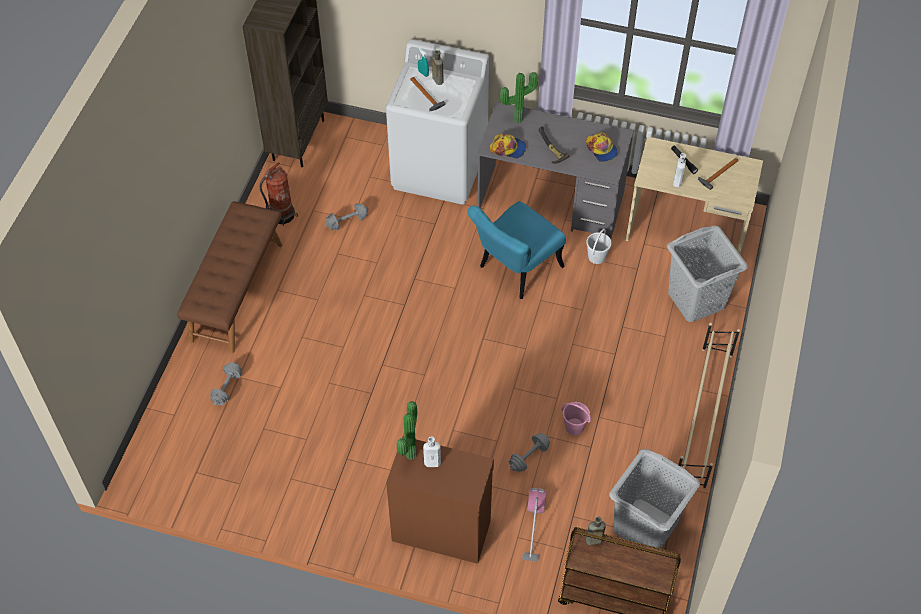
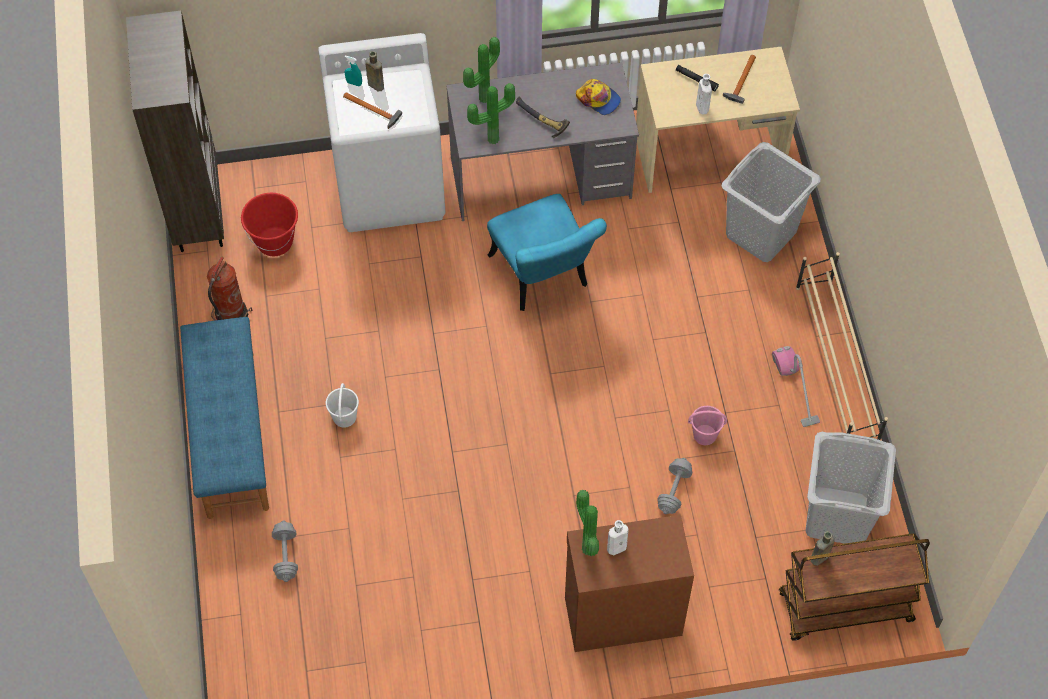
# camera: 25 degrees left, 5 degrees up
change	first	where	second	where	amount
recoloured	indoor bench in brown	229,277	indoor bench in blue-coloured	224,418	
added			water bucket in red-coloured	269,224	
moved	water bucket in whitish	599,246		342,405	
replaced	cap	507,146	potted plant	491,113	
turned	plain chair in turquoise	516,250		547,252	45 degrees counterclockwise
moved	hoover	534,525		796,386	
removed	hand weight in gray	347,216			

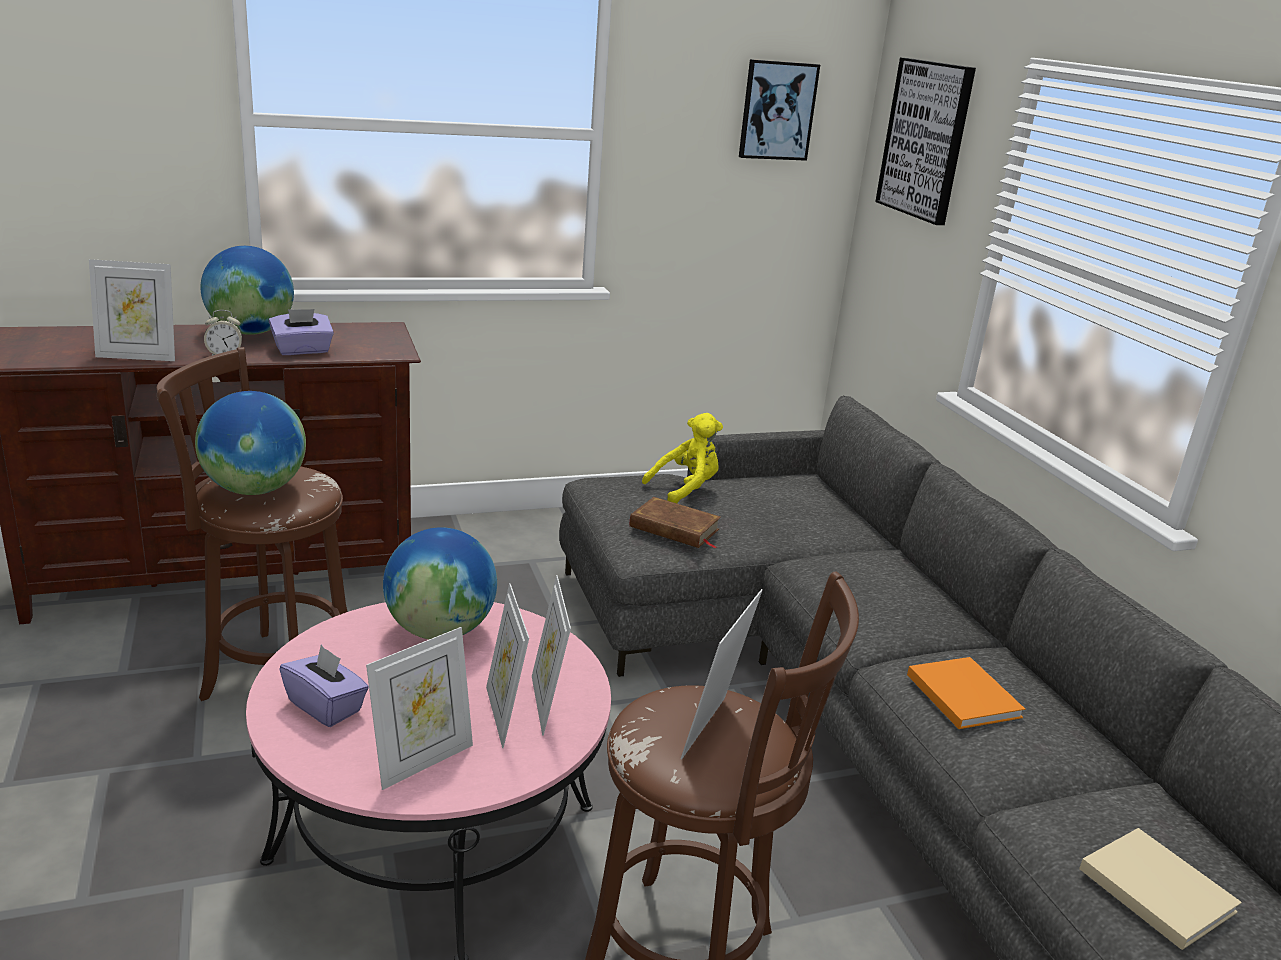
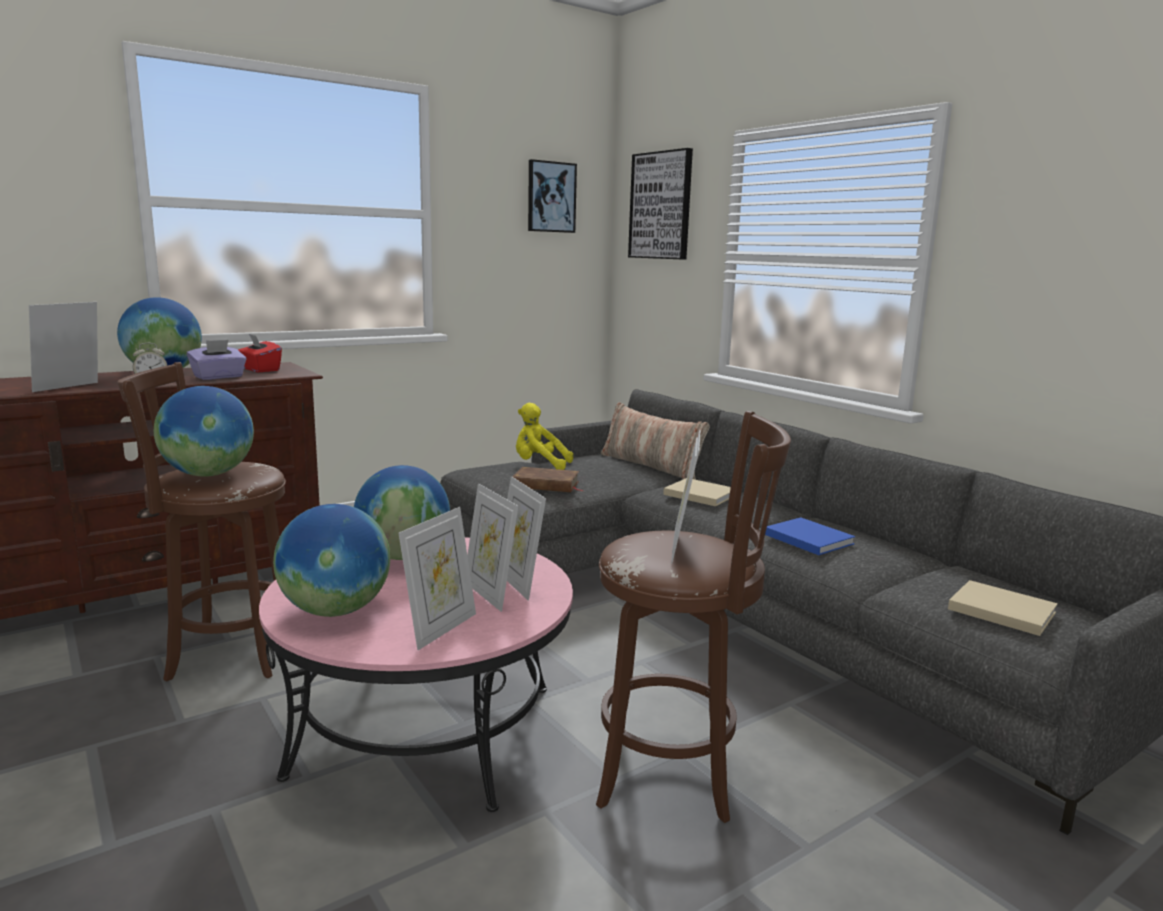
# camera: 15 degrees left, 10 degrees down
change	first	where	second	where	amount
turned	picture frame	132,310		63,347	135 degrees clockwise
added			tissue box in red-coloured	260,353	
replaced	tissue box in purple-coloured	324,686	desk globe	331,560	
turned	cuddly toy in yellow	682,458		544,436	120 degrees counterclockwise
added			pillow	655,441	
added			bound book in beige-coloured	697,492	
recoloured	bound book in orange	966,693	bound book in blue-coloured	810,536	

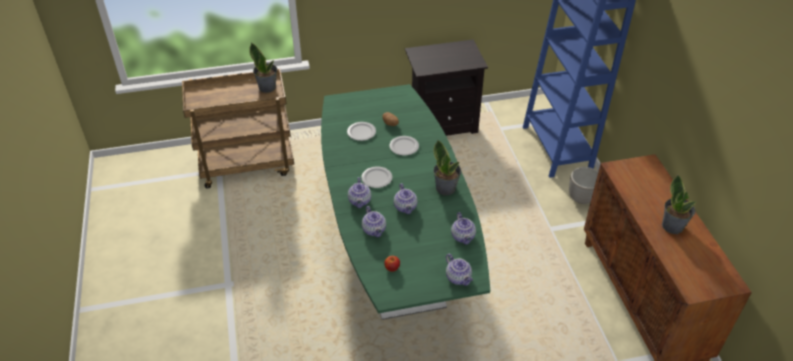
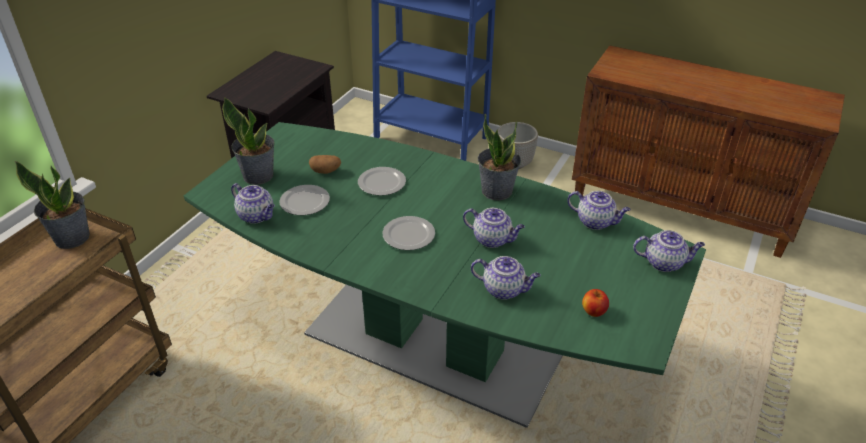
# camera: 50 degrees left, 5 degrees down
change	first	where	second	where	amount
moved	potted plant	679,204		248,141	
moved	teapot	359,192		253,203	

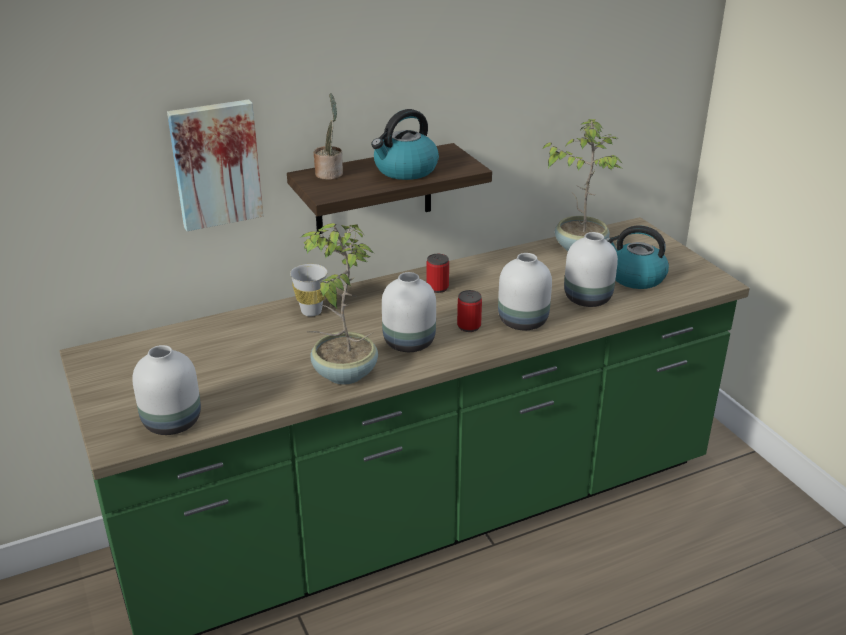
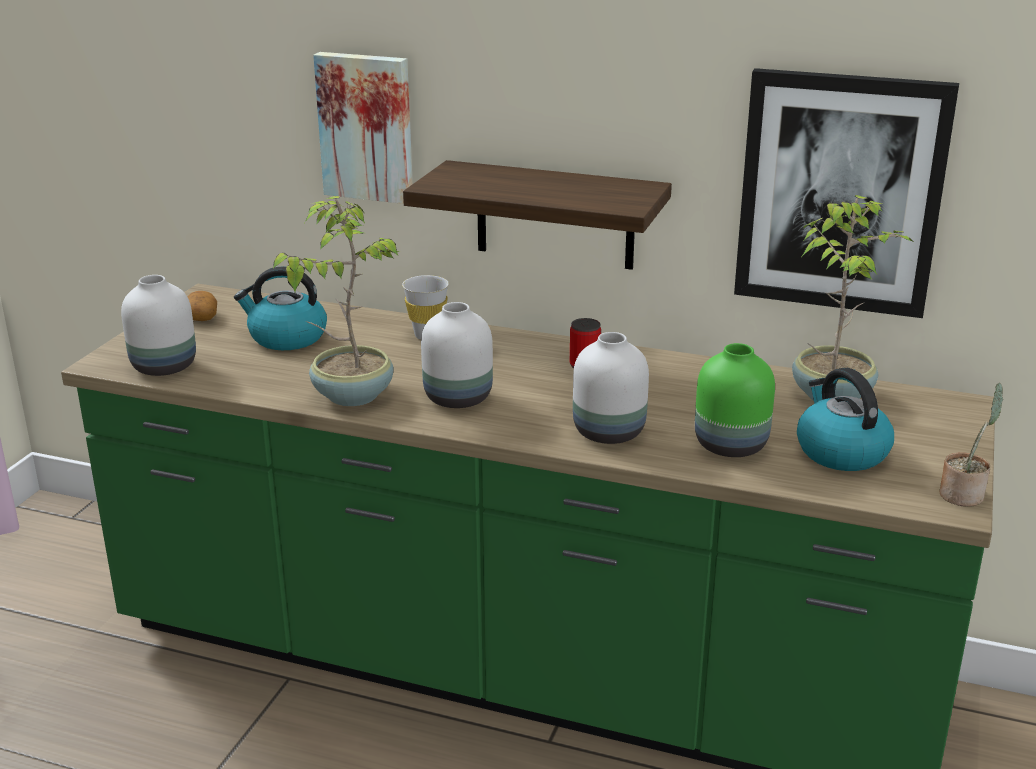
# camera: 45 degrees right, 5 degrees down
change	first	where	second	where	amount
added			spud	202,306	
moved	water kettle	405,144		280,308	
recoloured	flower vase in whitish	591,269	flower vase in greenish	735,400	
added			picture	846,193	
moved	potted plant	328,136		971,445	
removed	metal can	469,311			

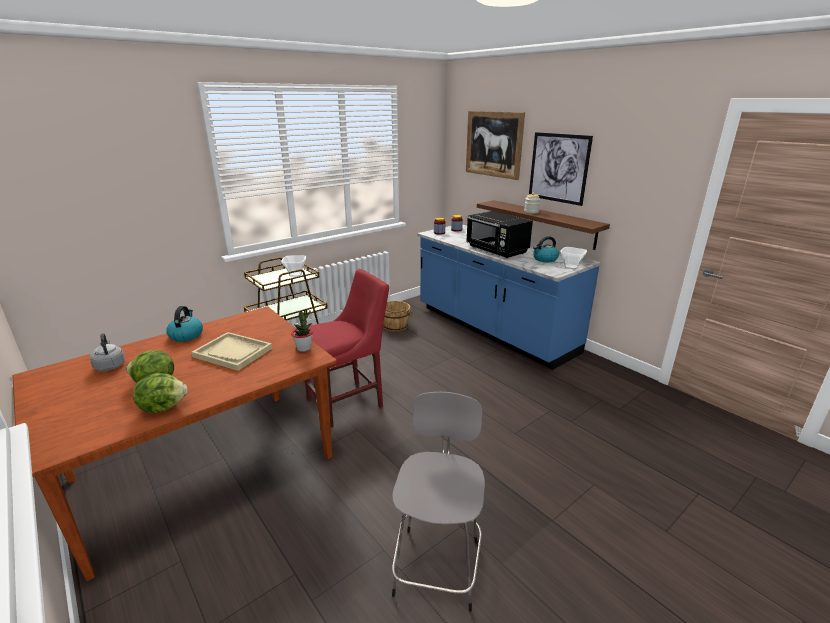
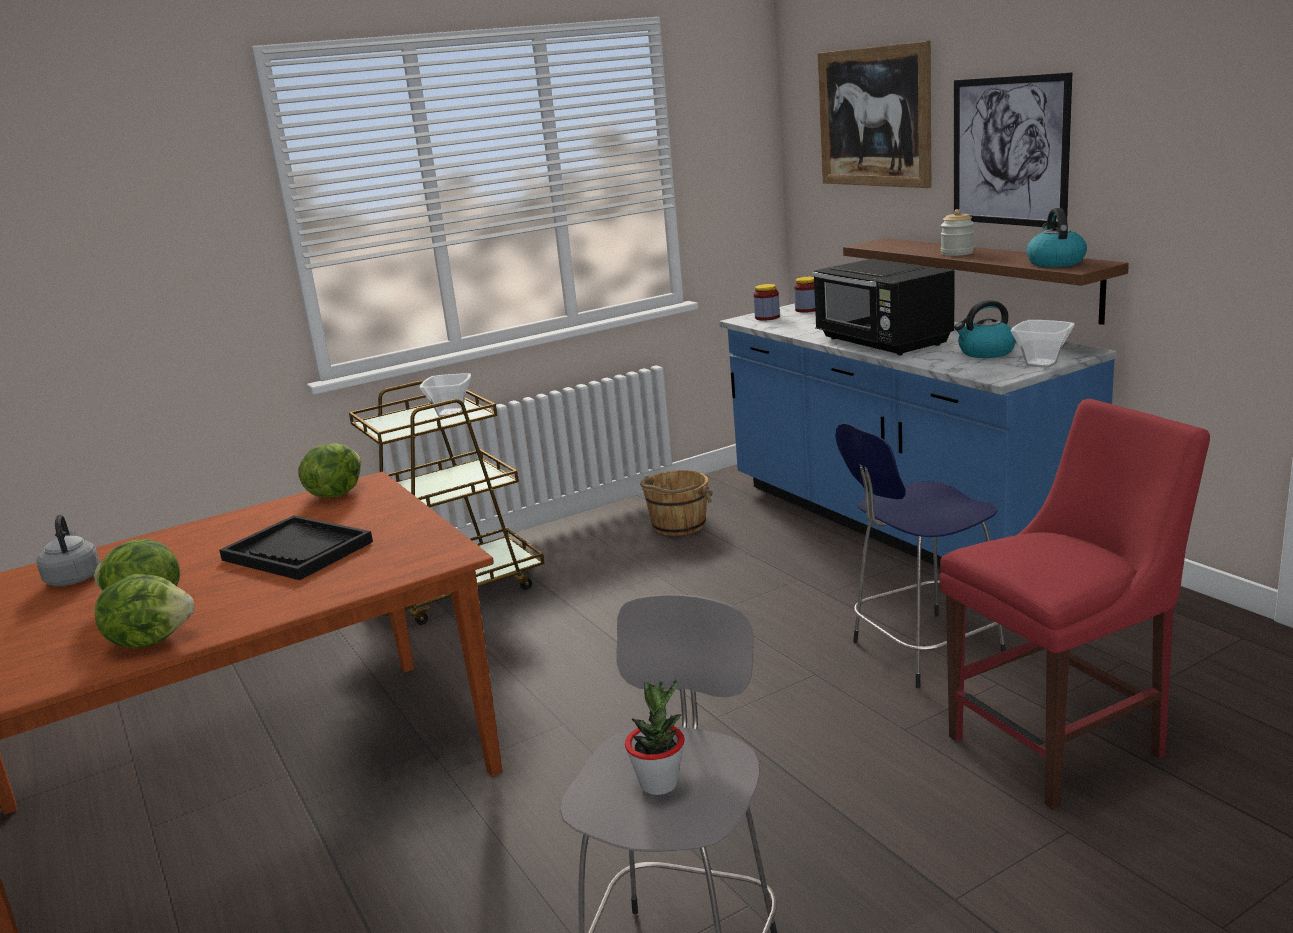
# camera: 10 degrees right, 5 degrees down
change	first	where	second	where	amount
recoloured	tray in beige-coloured	232,351	tray in black-coloured	296,547	
added			head of lettuce	329,470	
moved	potted plant	302,331		654,737	
added			stool in blue-coloured	920,555	
moved	plain chair in red-coloured	347,348		1074,604	
moved	water kettle	184,324		1056,237	

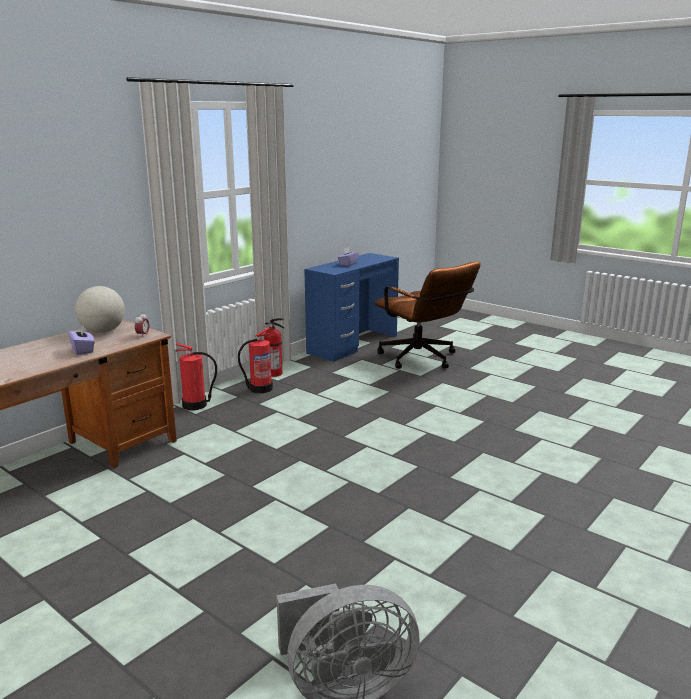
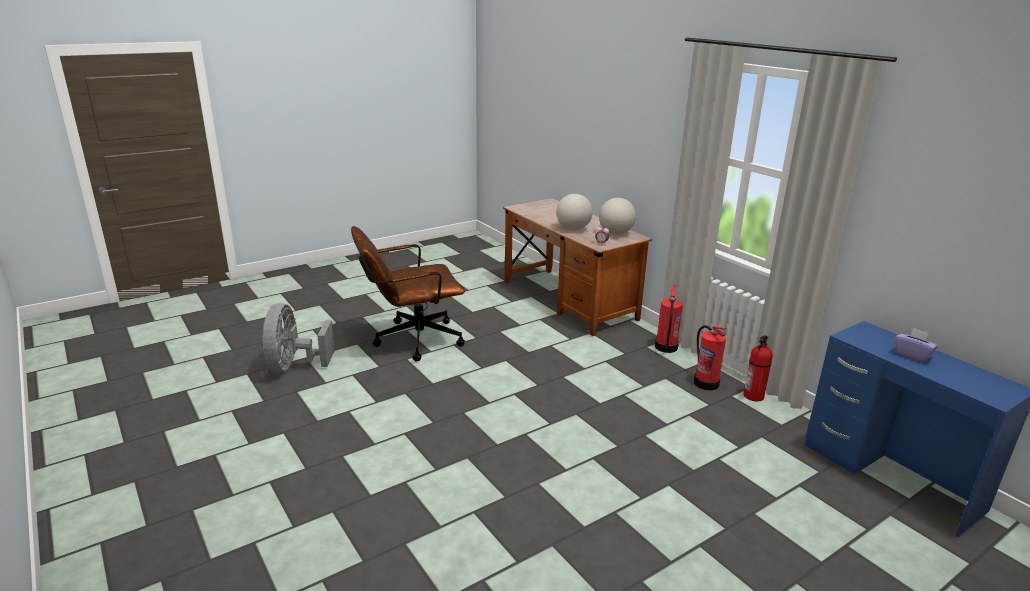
# camera: 105 degrees right, 5 degrees up
change	first	where	second	where	amount
moved	desk chair in brown	427,315		408,294	
replaced	tissue box in purple-coloured	81,340	desk globe	574,212	

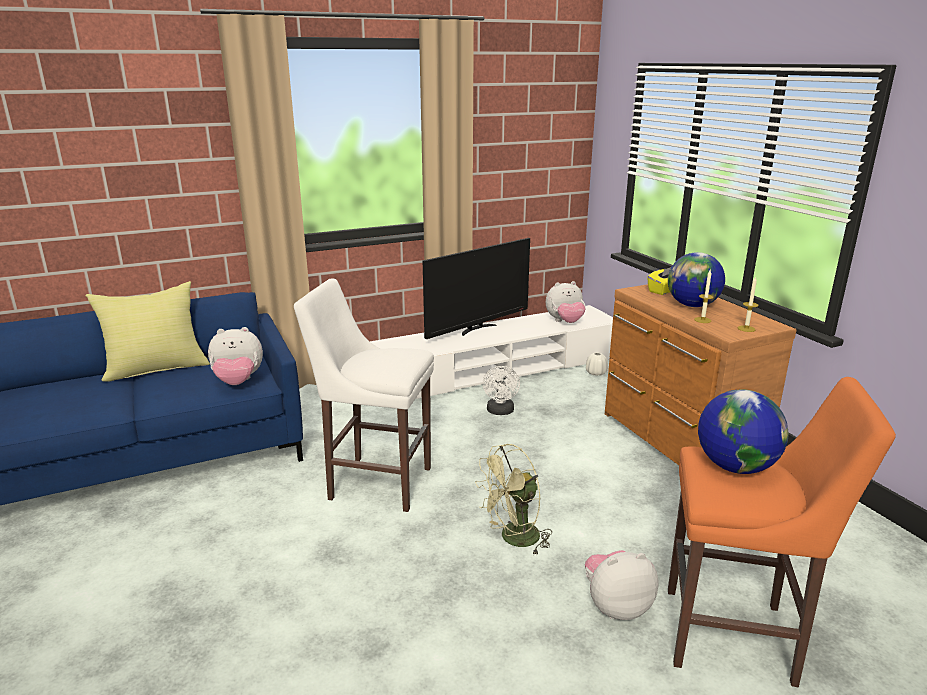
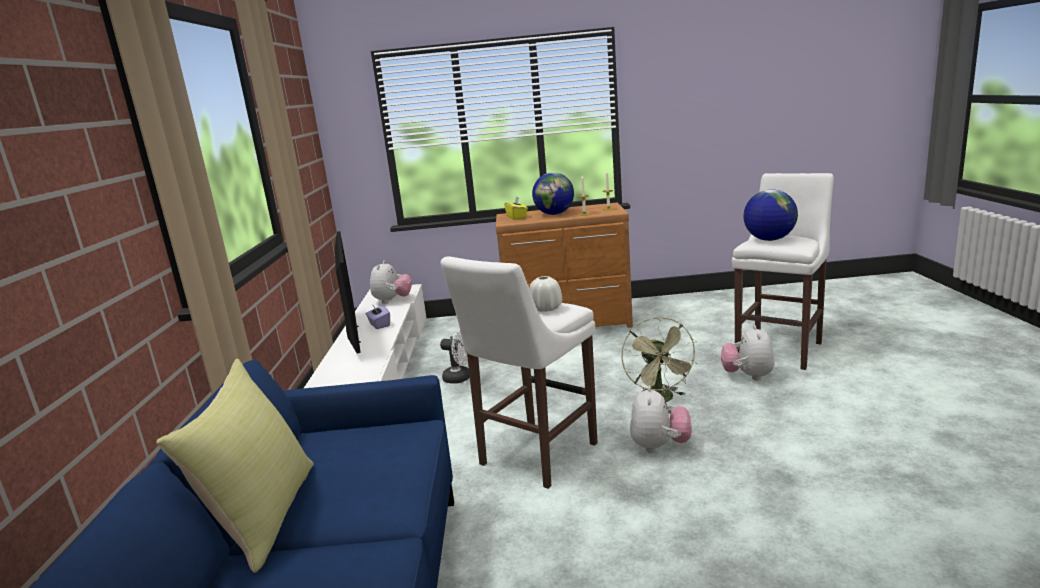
# camera: 65 degrees left, 5 degrees down
change	first	where	second	where	amount
added			tissue box in purple-coloured	378,317	
moved	flower vase in whitish	597,364		545,294	
moved	cuddly toy	235,356		661,419	
recoloured	stool in orange	782,532	stool in whitish	783,271	

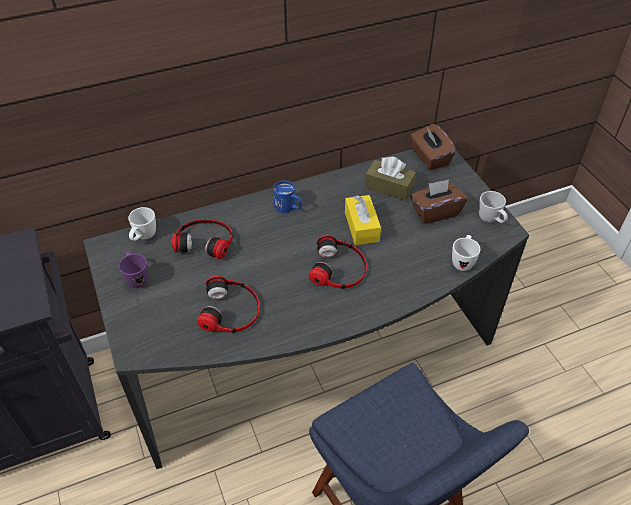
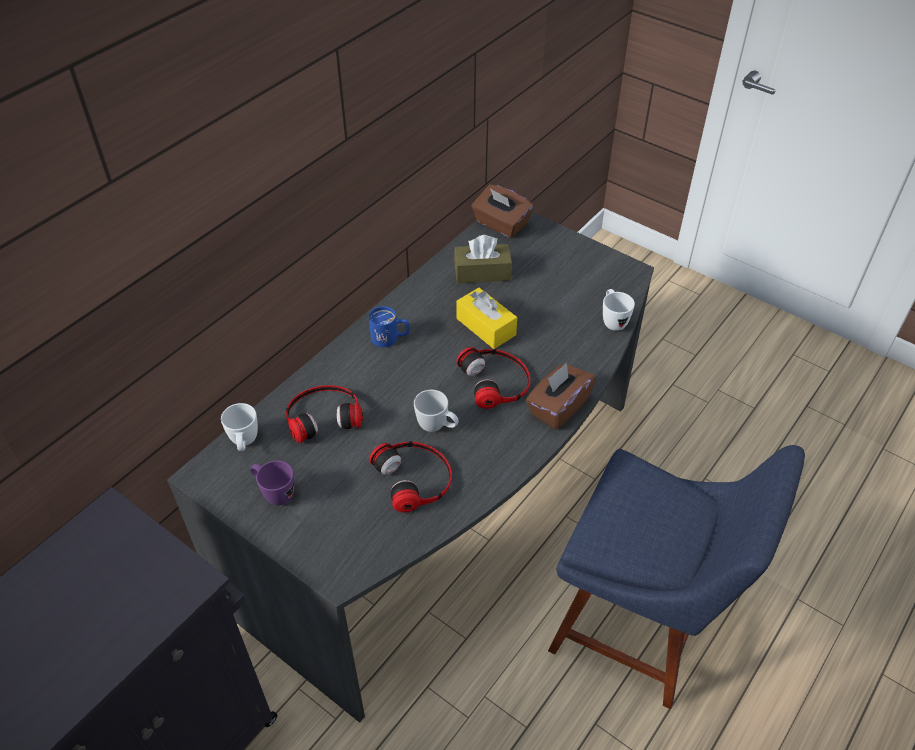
# camera: 30 degrees left, 0 degrees up
change	first	where	second	where	amount
moved	coffee mug in whitish	493,207		436,411	
moved	tissue box in brown	439,201		561,396	

